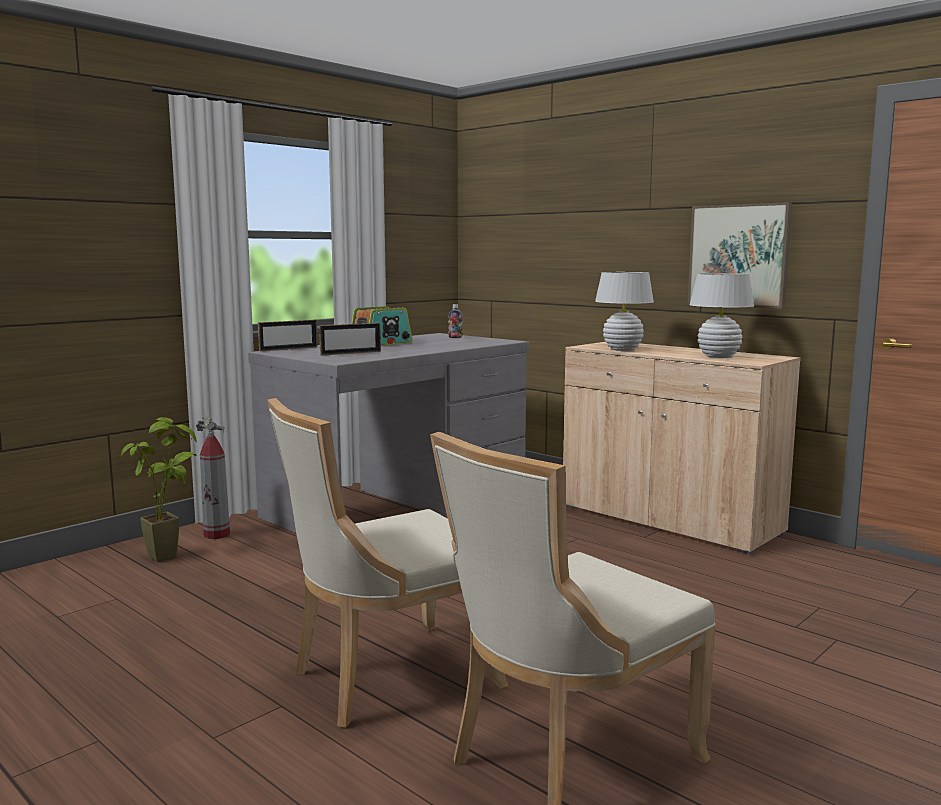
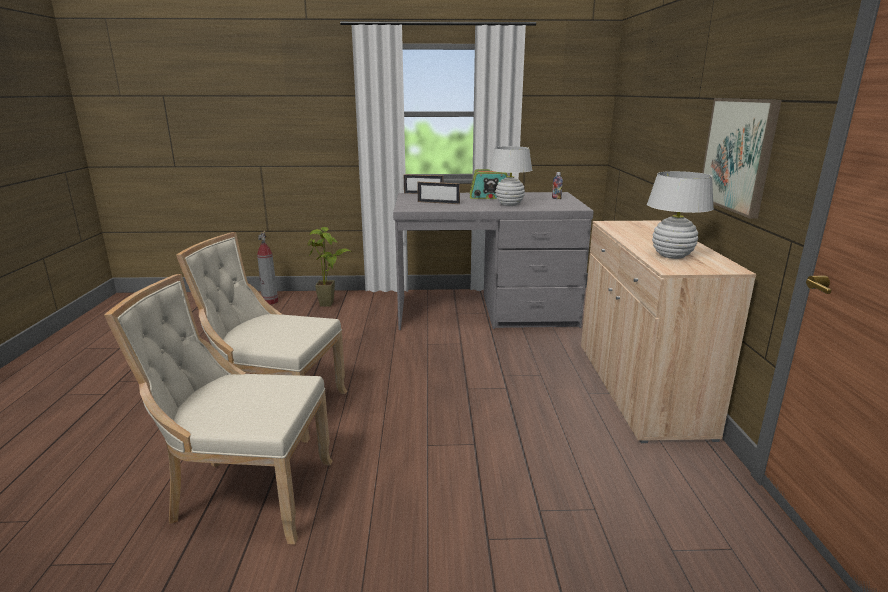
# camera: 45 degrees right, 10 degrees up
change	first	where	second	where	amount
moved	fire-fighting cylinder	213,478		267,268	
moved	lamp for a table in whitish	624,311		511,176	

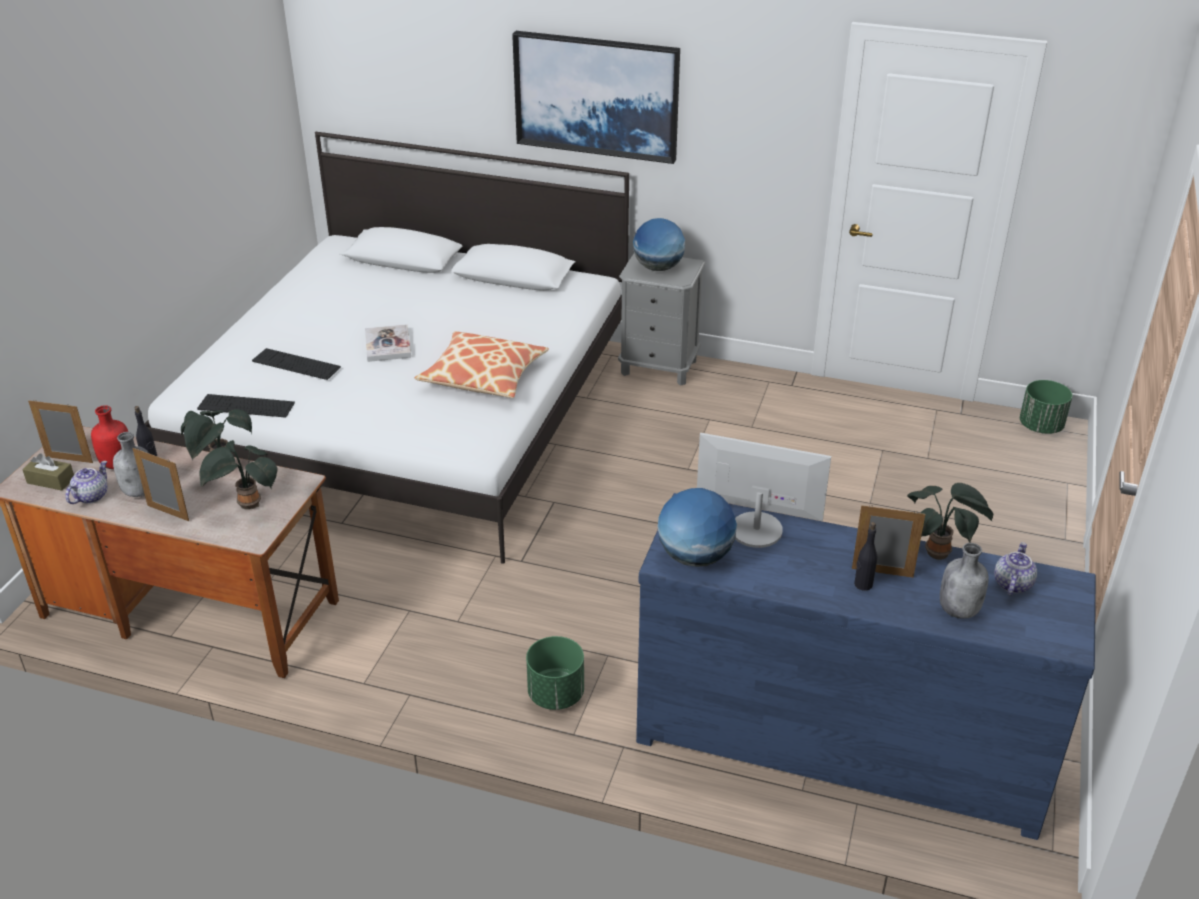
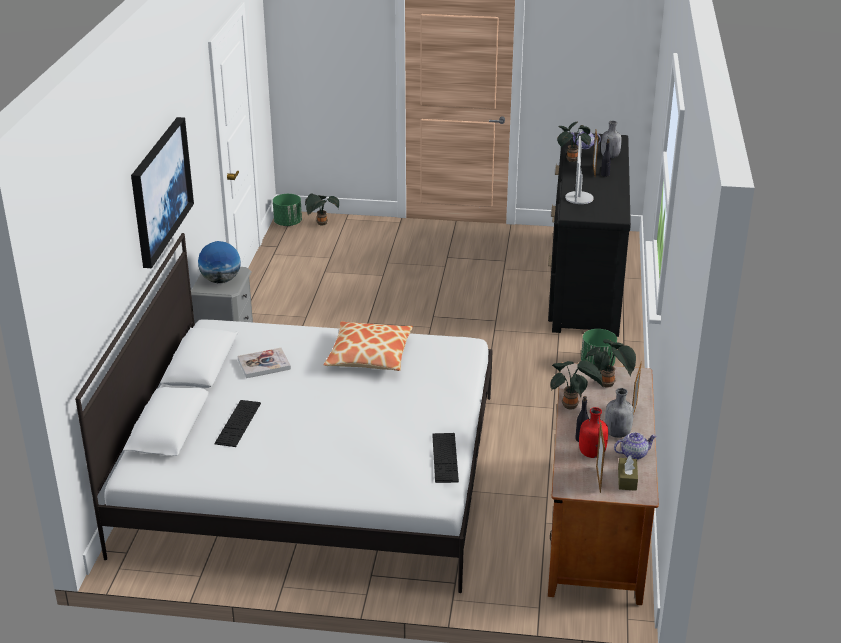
# camera: 100 degrees left, 5 degrees down
change	first	where	second	where	amount
moved	PC keyboard	296,364		237,423	
moved	bound book	388,343		264,363	
added			potted plant	322,209	
recoloured	chest of drawers in blue-coloured	866,666	chest of drawers in black-coloured	589,234	
turned	teapot	86,482		635,446	150 degrees clockwise
removed	desk globe	697,527			

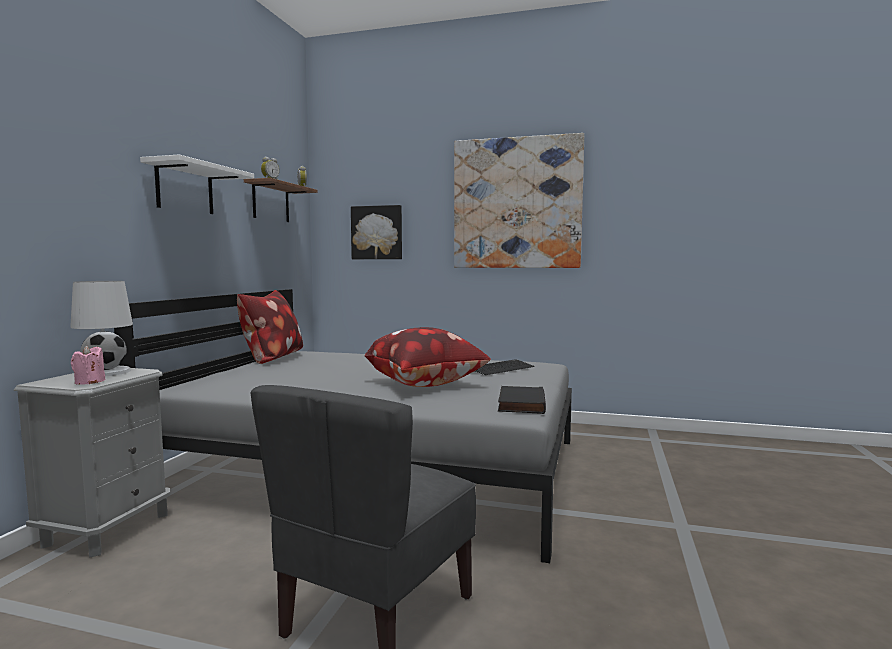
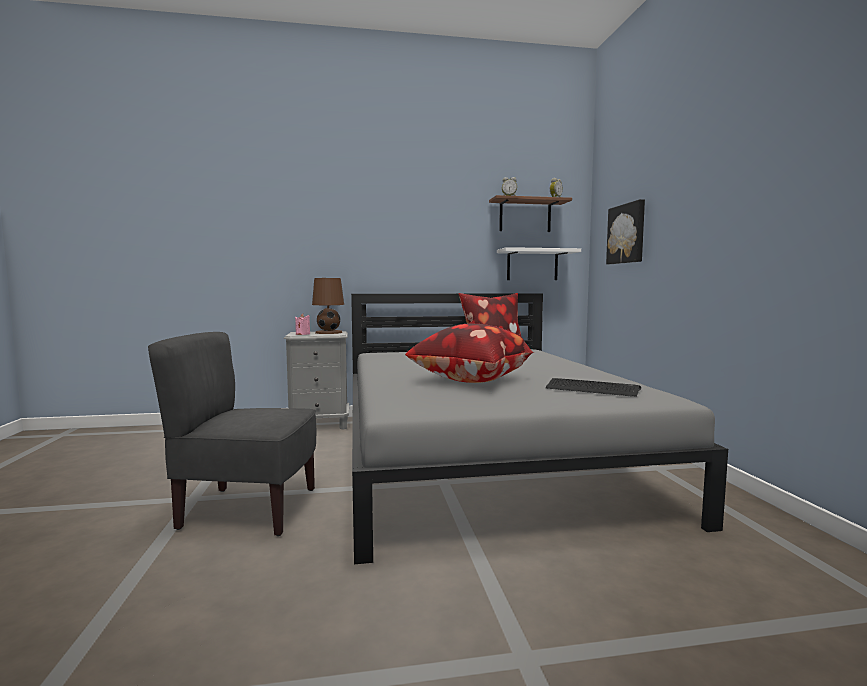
# camera: 65 degrees right, 0 degrees up
change	first	where	second	where	amount
recoloured	lamp for a table in whitish	101,328	lamp for a table in brown	328,306	
moved	wall shelf in whitish	197,184		539,263	
removed	picture	519,200			
removed	bound book in black-coloured	522,400			

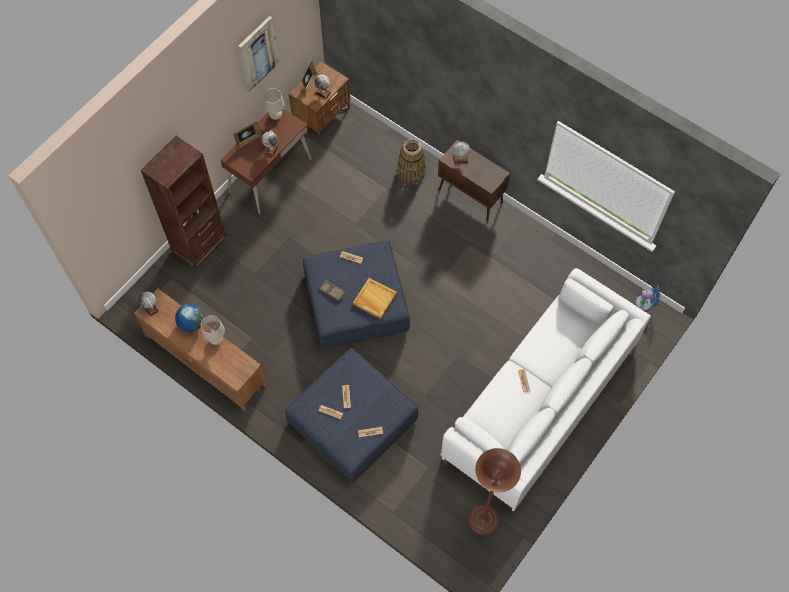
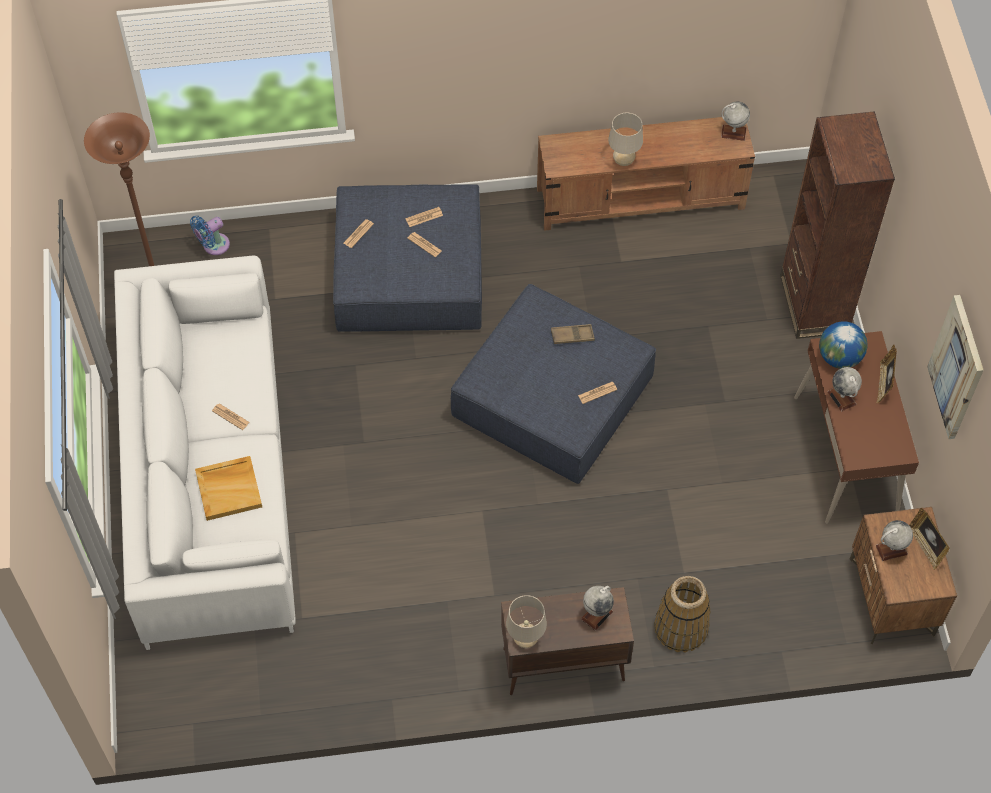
# camera: 135 degrees right, 5 degrees down
change	first	where	second	where	amount
moved	electric fan in blue-coloured	648,297		210,235	
moved	tray in beige-coloured	375,298		228,488	
moved	lamp for a table in beige-coloured	273,104		526,621	
moved	desk globe	189,318		843,345	

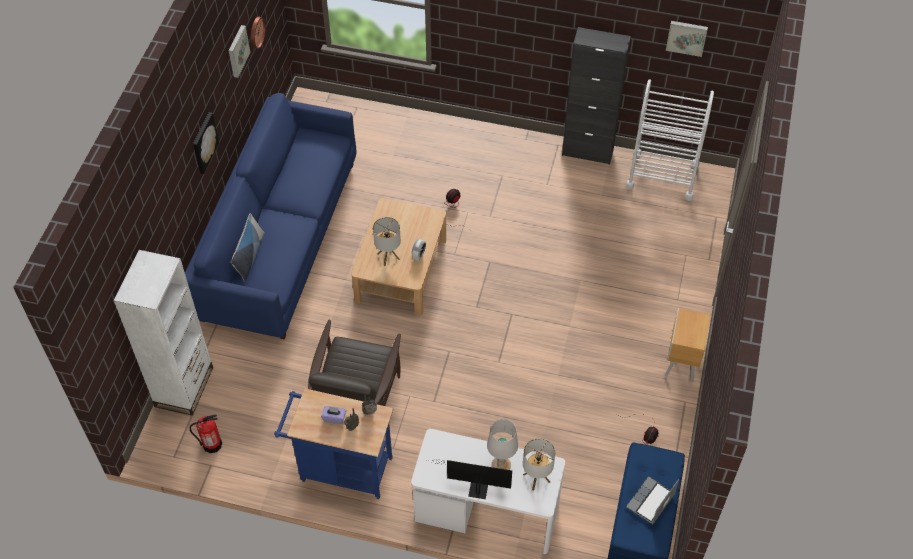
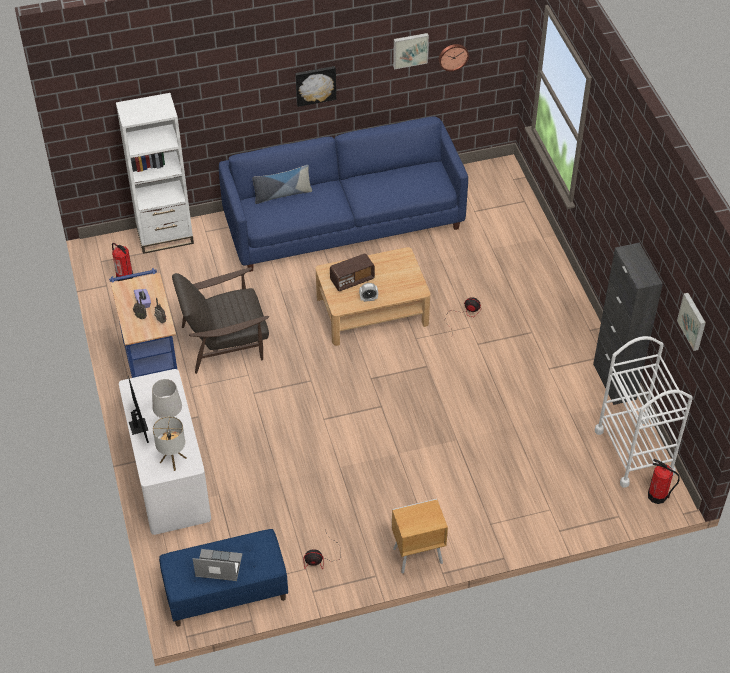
# camera: 60 degrees right, 5 degrees down
change	first	where	second	where	amount
replaced	lamp for a table	387,241	radio set	352,272	
added			fire-fighting cylinder	664,481	

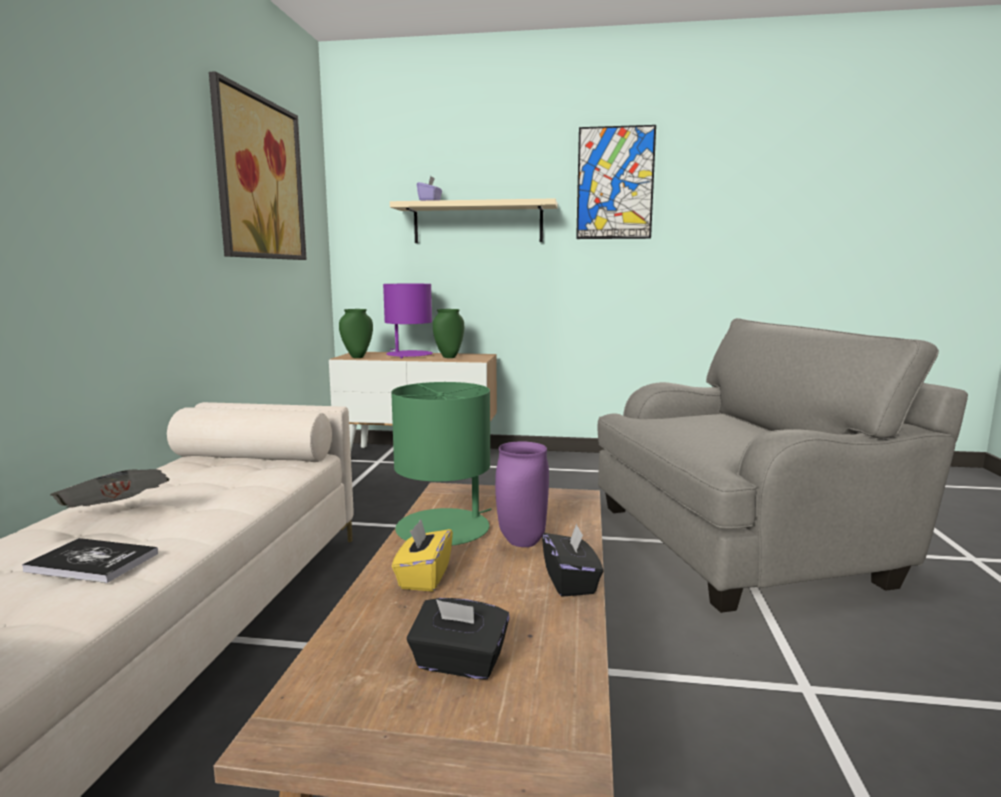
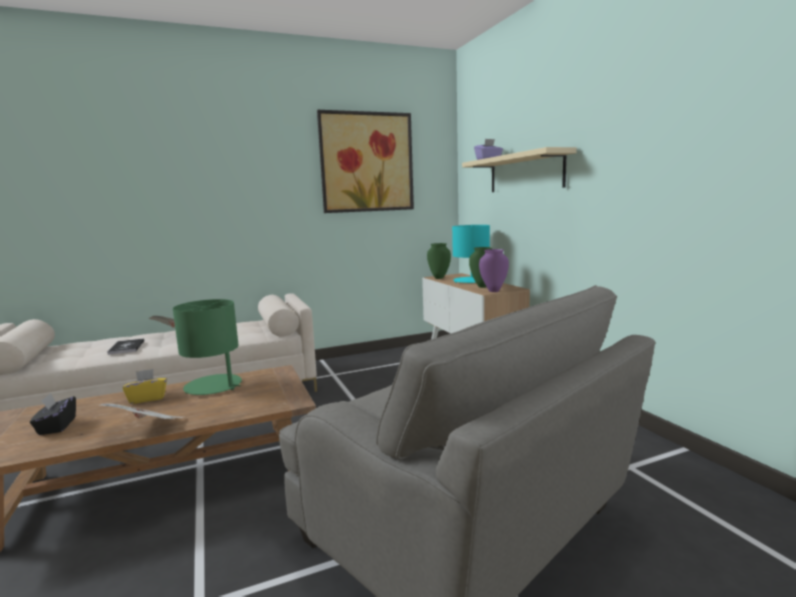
# camera: 60 degrees right, 0 degrees up
change	first	where	second	where	amount
replaced	tissue box in black-coloured	572,560	newspaper	140,411	
recoloured	lamp for a table in purple-coloured	408,321	lamp for a table in turquoise	471,254	
moved	flower vase in purple-coloured	522,494		494,270	
removed	picture	616,182			

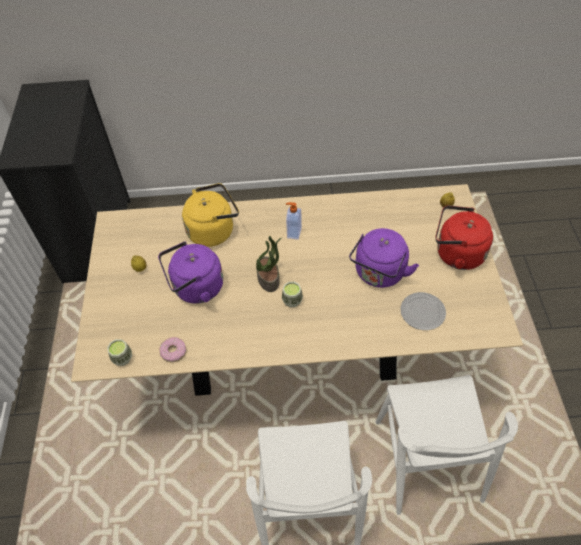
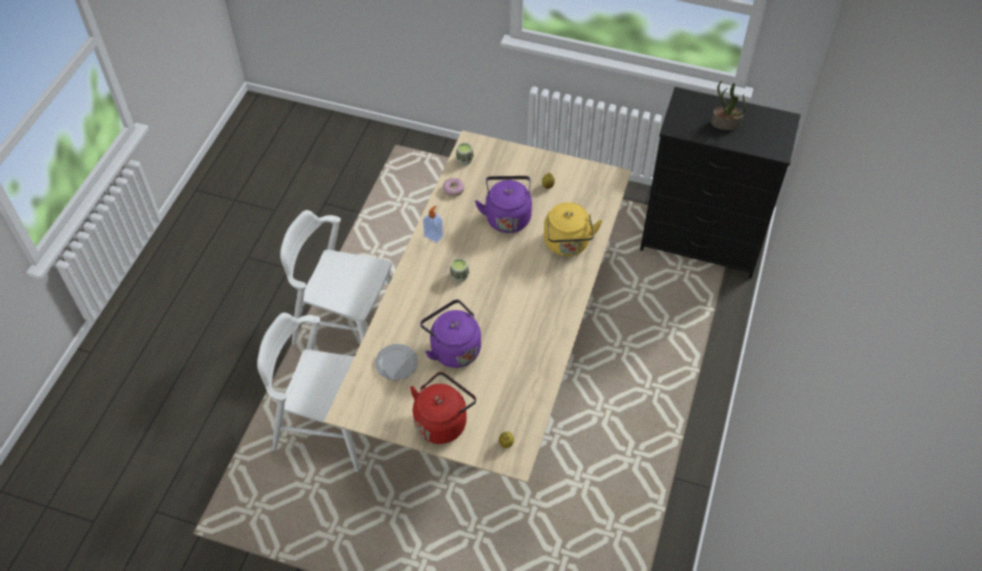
# camera: 110 degrees right, 0 degrees up
change	first	where	second	where	amount
moved	liquid soap bottle	294,221		433,224	
moved	potted plant	269,264		728,105	

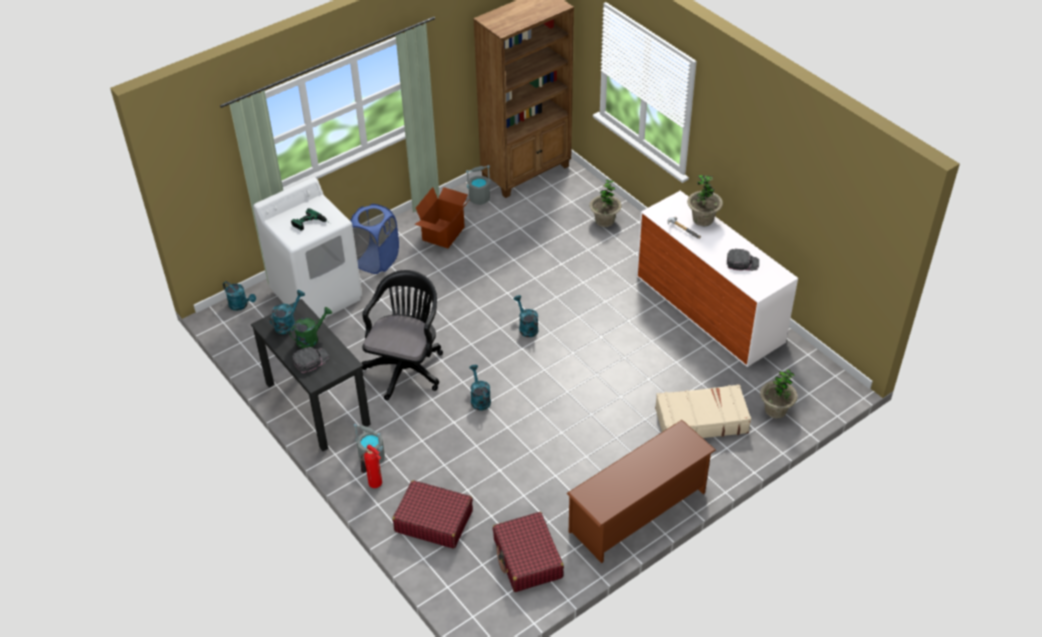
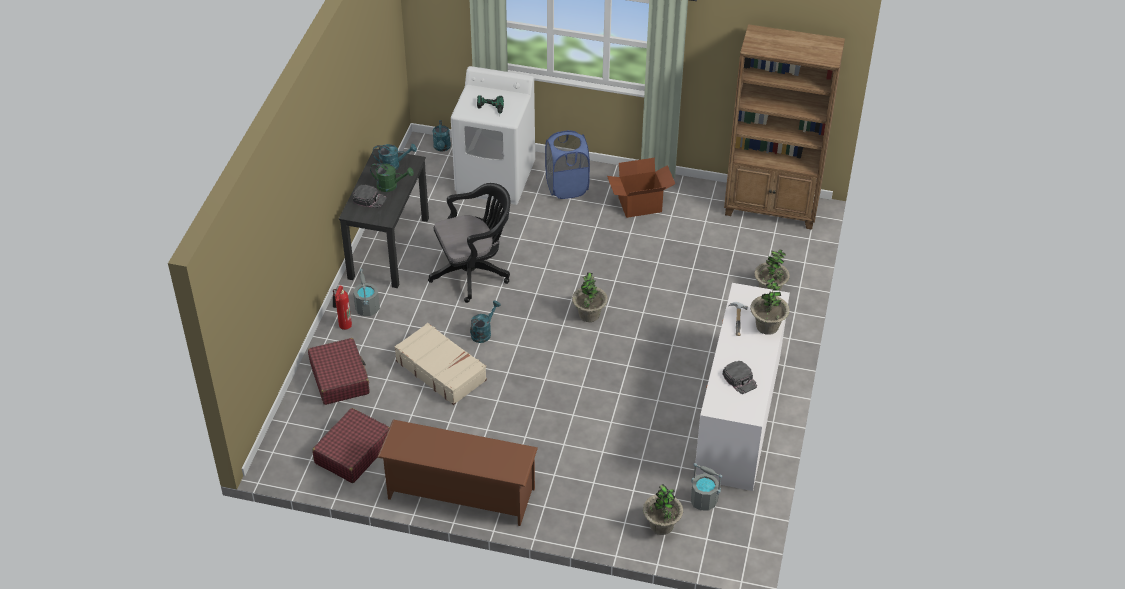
# camera: 50 degrees right, 0 degrees up
change	first	where	second	where	amount
moved	piece of luggage in beige-coloured	703,411		440,364	
replaced	watering pot in turquoise	526,316	potted plant	590,297	
moved	water bucket in gray	478,185		706,487	

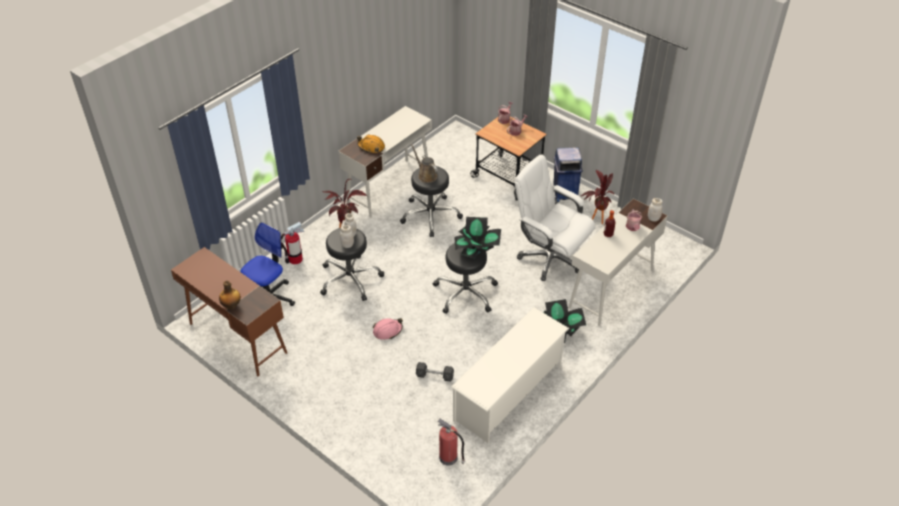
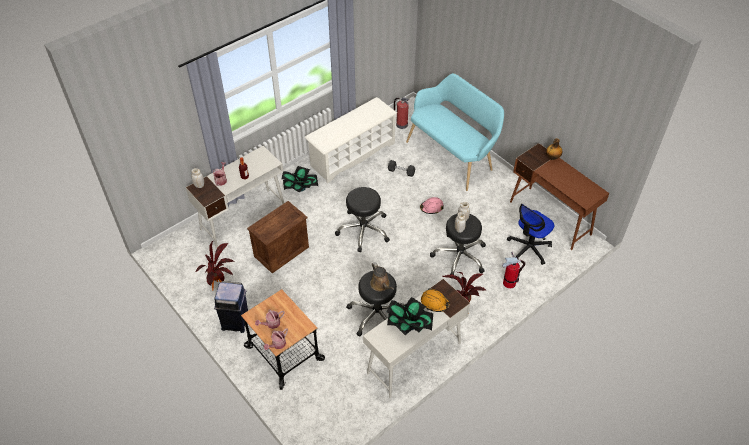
# camera: 170 degrees left, 5 degrees up
change	first	where	second	where	amount
replaced	desk chair in whitish	555,217	shipping crate	278,237	
moved	potted plant	477,238		409,316	
added			indoor bench in turquoise	455,132	

